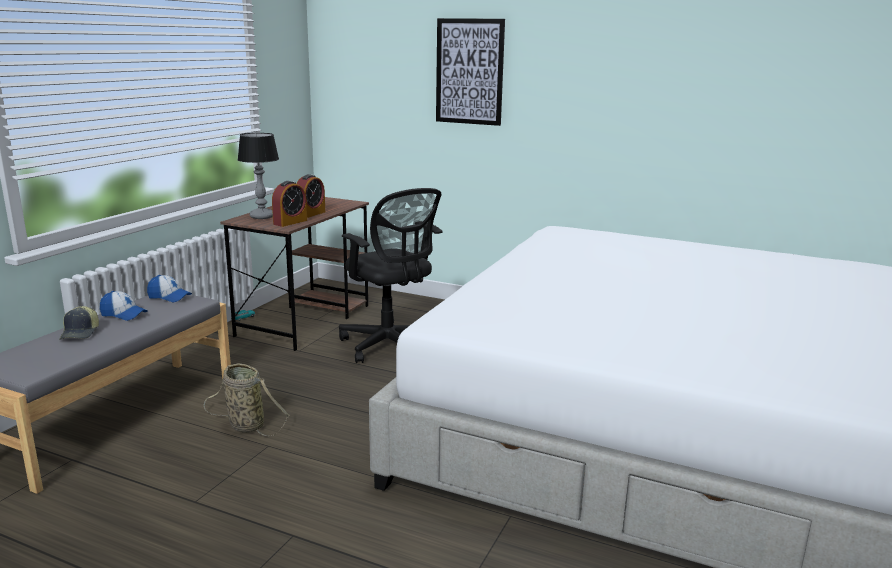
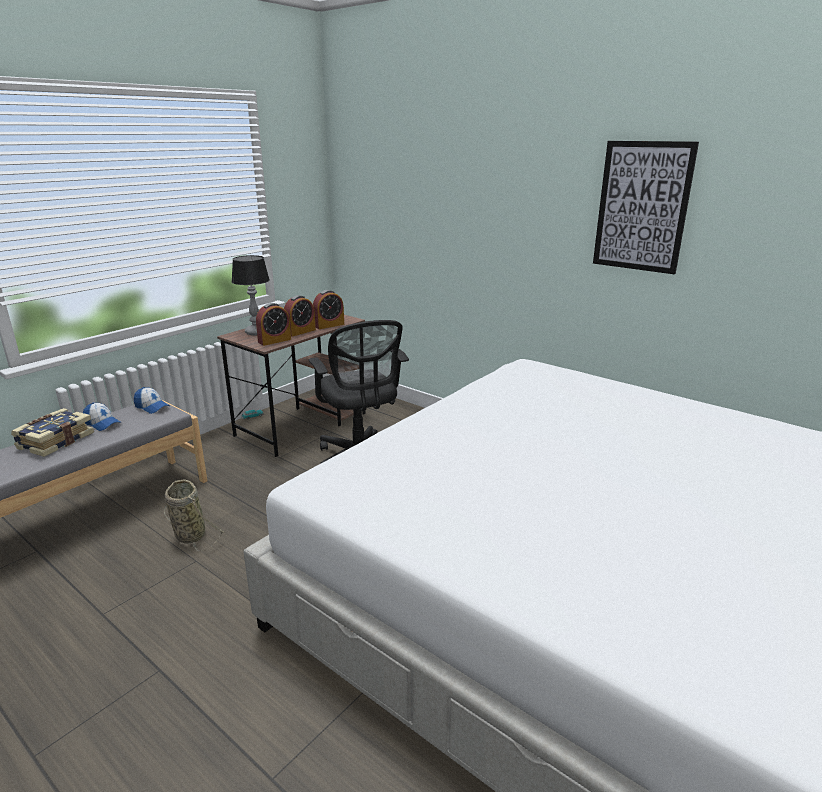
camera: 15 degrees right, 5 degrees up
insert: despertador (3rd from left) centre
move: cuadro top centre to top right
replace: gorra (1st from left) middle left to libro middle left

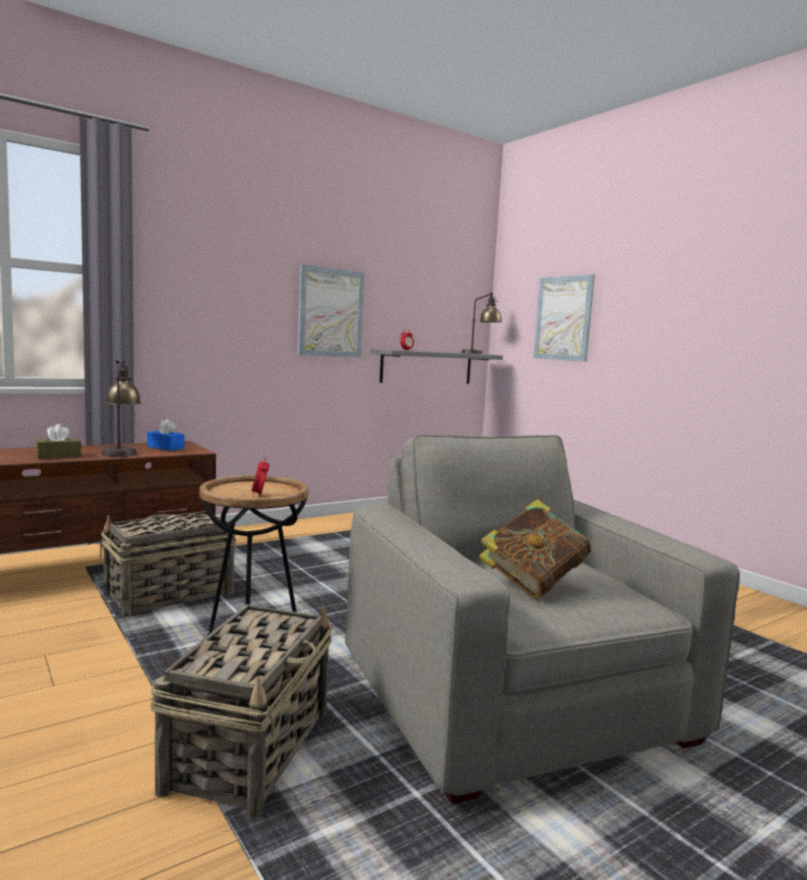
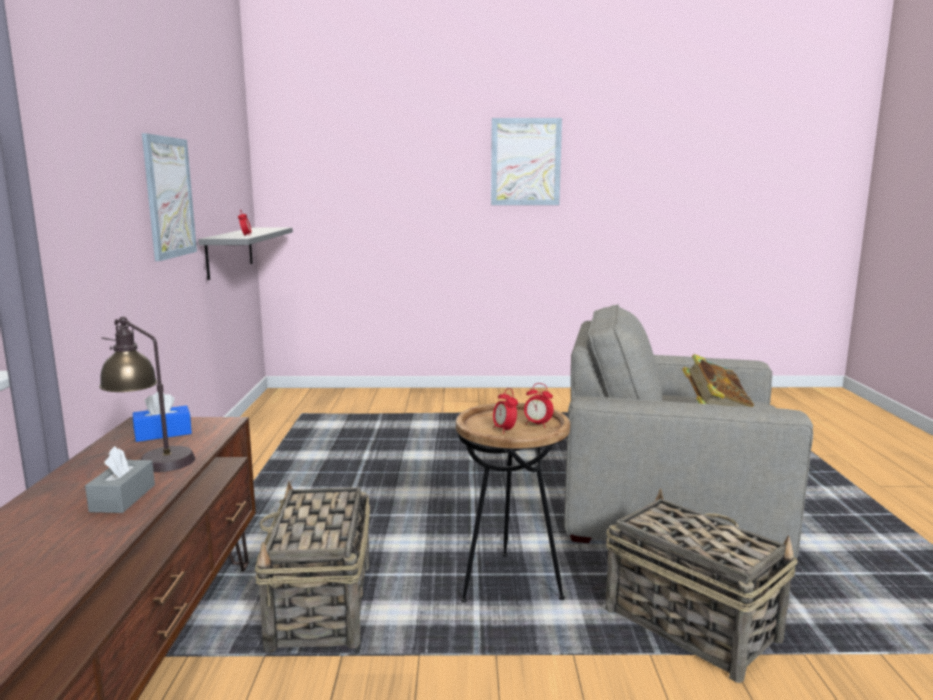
camera: 55 degrees left, 5 degrees up
delete: lámpara de mesa (2nd from left) centre
insert: despertador (2nd from left) centre
move: cuadro (2nd from left) middle right to top centre
recolor: caja de pañuelos/marrón middle left to caja de pañuelos/gris bottom left

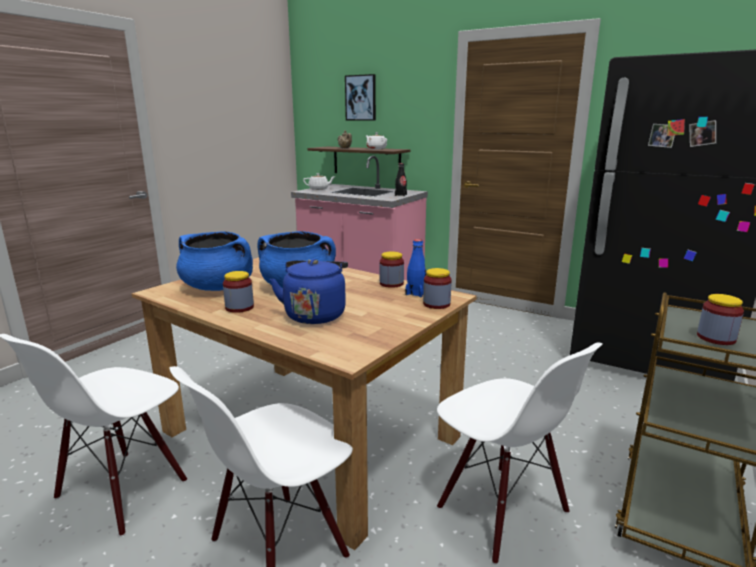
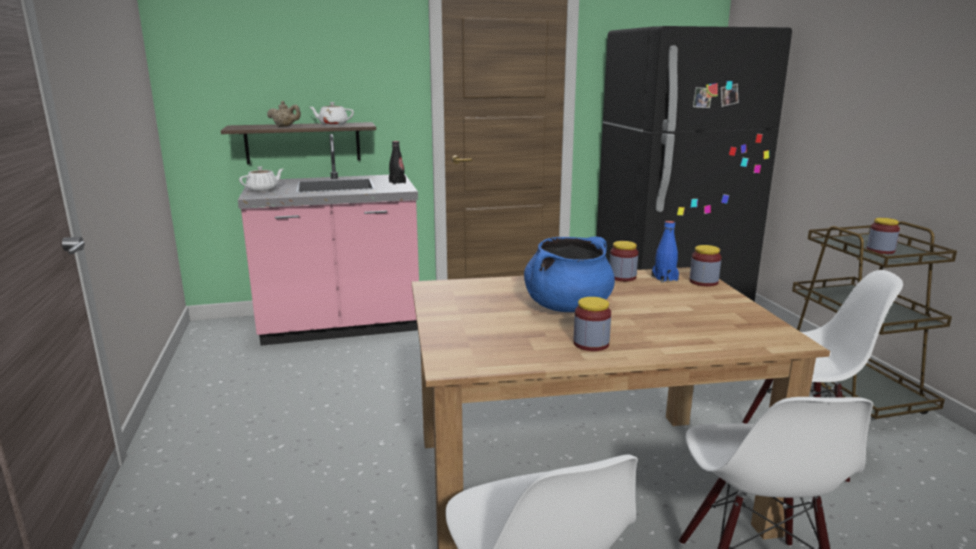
camera: 45 degrees left, 0 degrees up
delete: cuadro top centre; olla/azul (1st from left) middle left; hervidor/azul centre

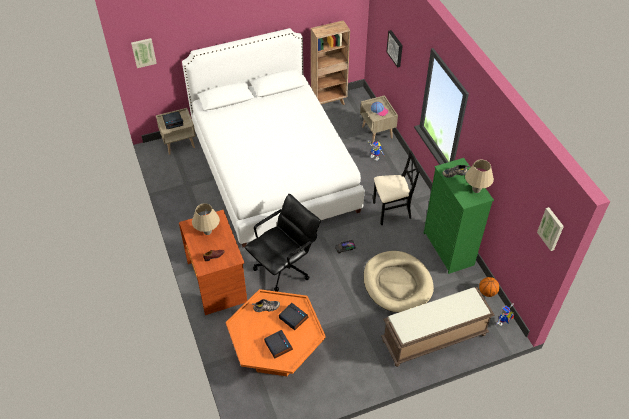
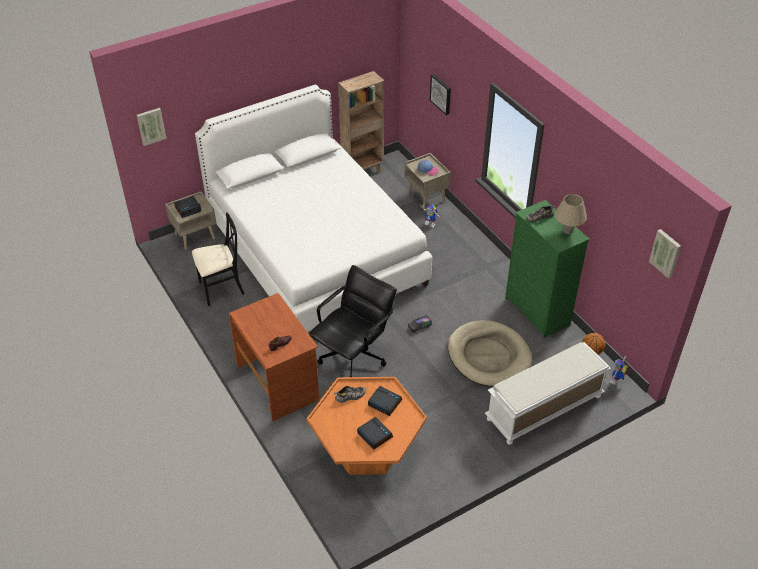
camera: 10 degrees left, 5 degrees down
delete: lámpara de mesa/beis (1st from left) middle left
move: silla/negro centre to middle left
recolor: banco/marrón bottom right to banco/blanco bottom right

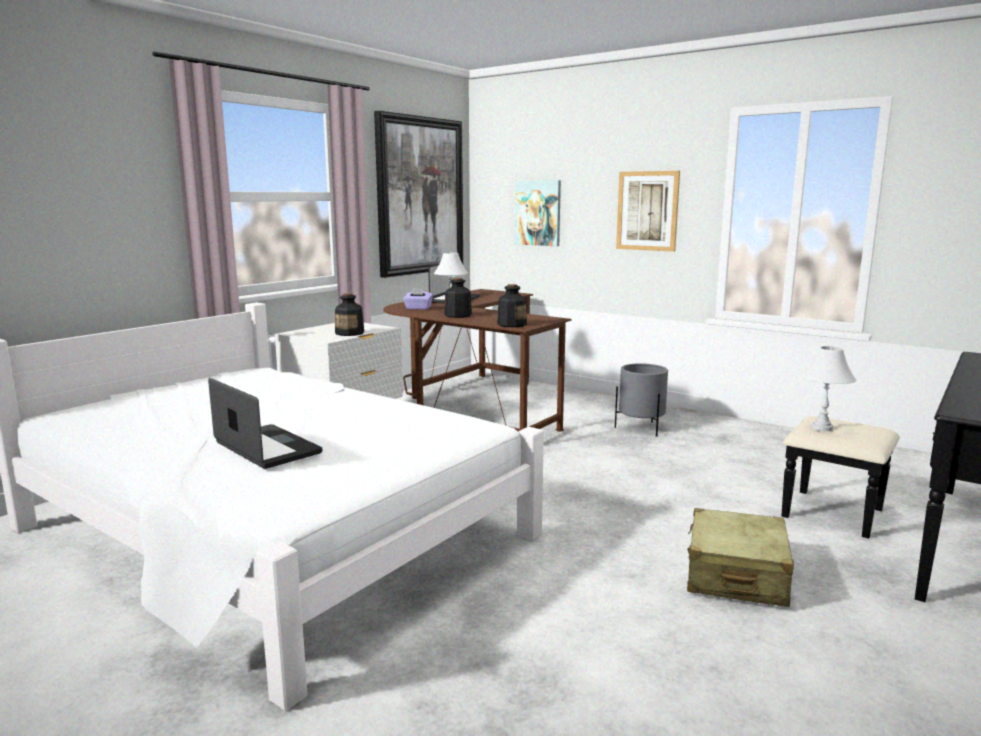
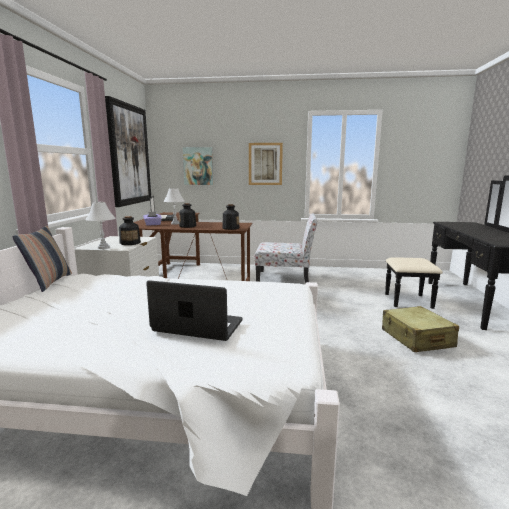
camera: 30 degrees left, 0 degrees up
insert: cojín middle left
move: lámpara de mesa/blanco (2nd from left in the first image) middle right to lámpara de mesa/blanco (1st from left) middle left
replace: maceta/gris centre to silla centre

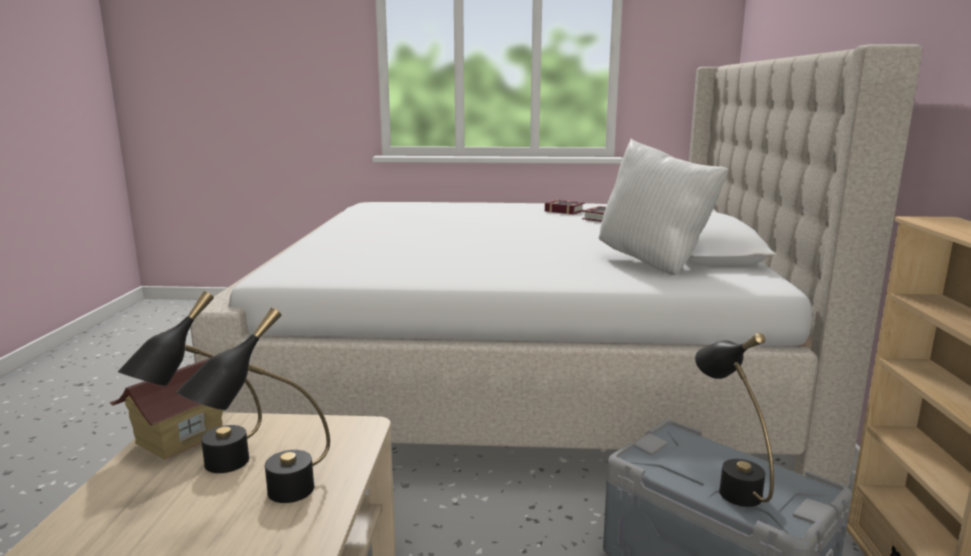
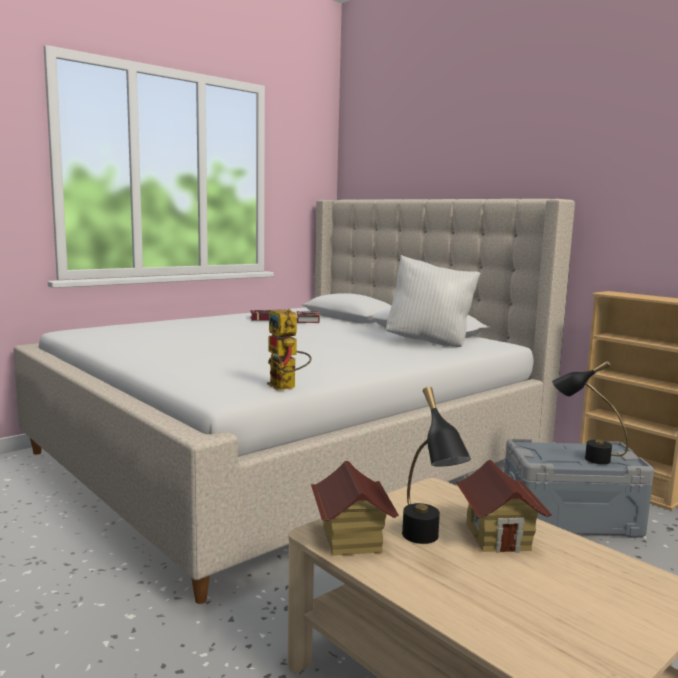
camera: 45 degrees left, 5 degrees down
insert: robot de juguete centre
replace: lámpara de mesa/negro (2nd from left) bottom left to casita (2nd from left) bottom right

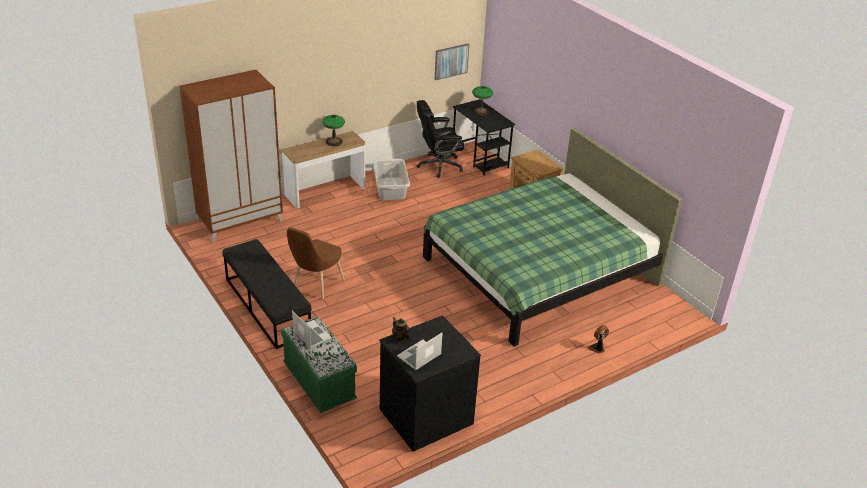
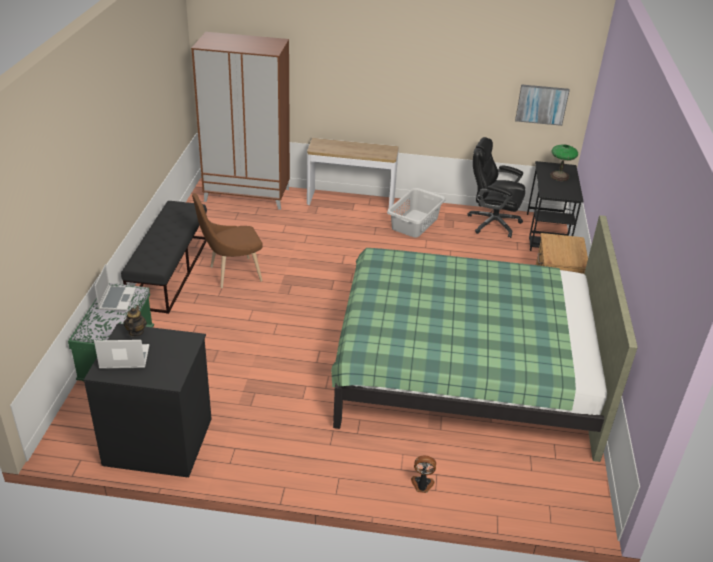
camera: 40 degrees right, 0 degrees up
delete: lámpara de mesa (1st from left) top centre

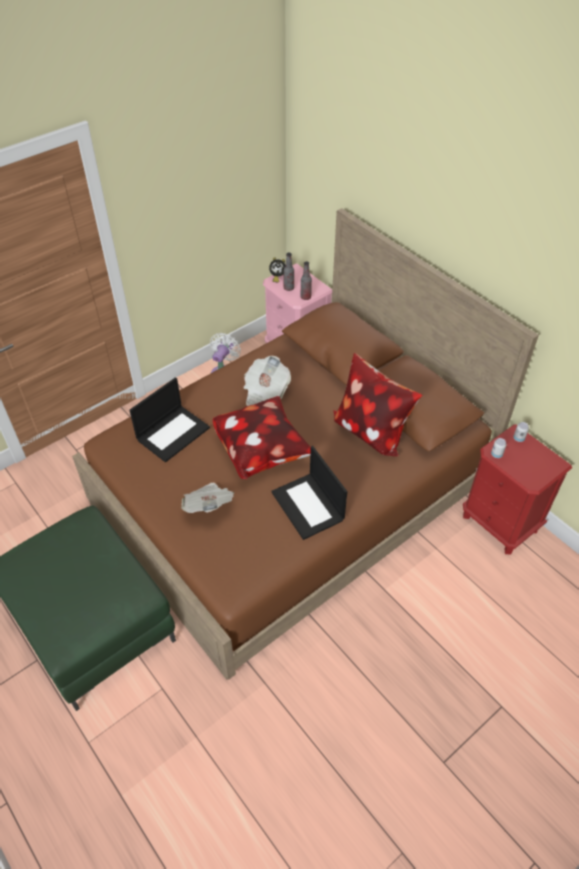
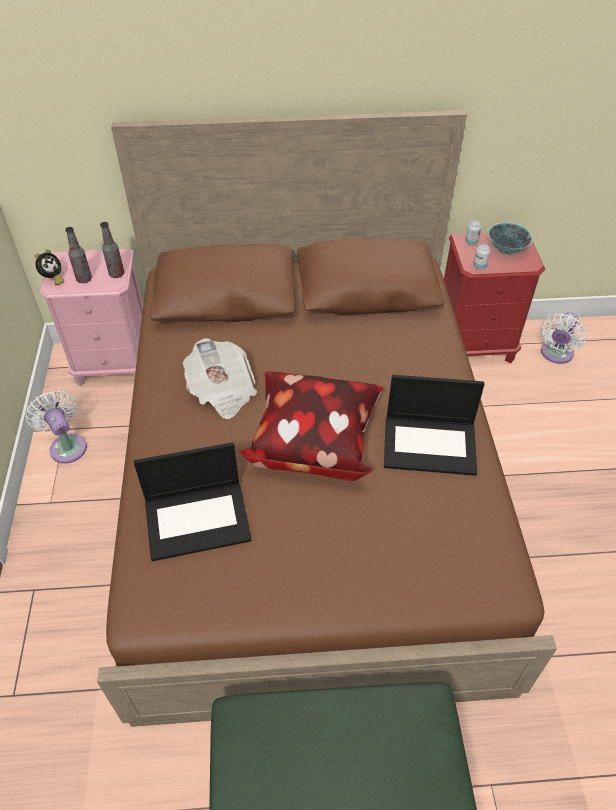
camera: 55 degrees left, 0 degrees up
delete: cojín (2nd from left) centre; periódico (1st from left) centre
insert: cuenco top right; ventilador/blanco (2nd from left) middle right
rotate: portátil (1st from left) middle left = middle left 90 degrees clockwise

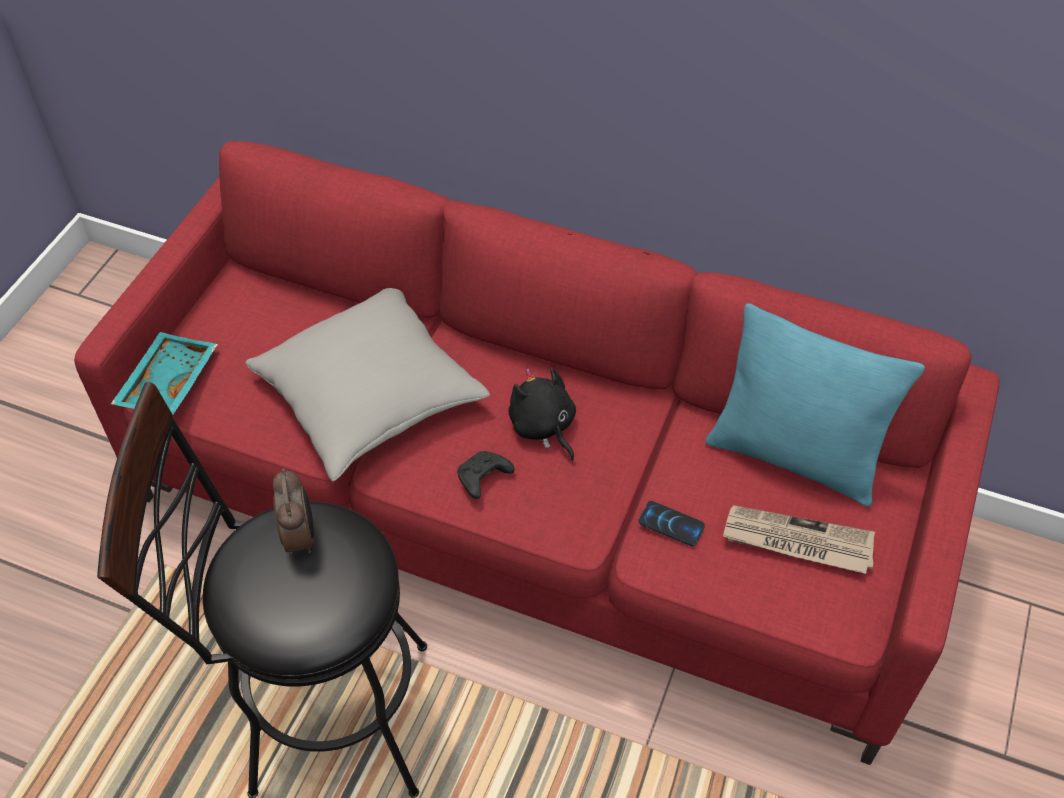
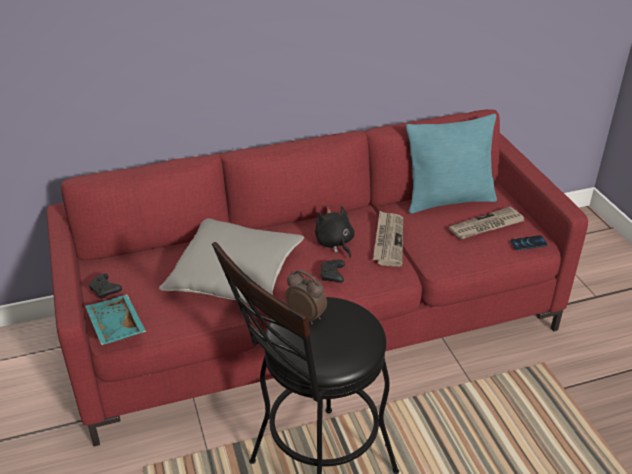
camera: 40 degrees left, 15 degrees down
insert: periódico (1st from left) centre; mando de consola/negro (1st from left) middle left
move: móvil centre to middle right
rotate: peluche/negro centre = centre 45 degrees clockwise

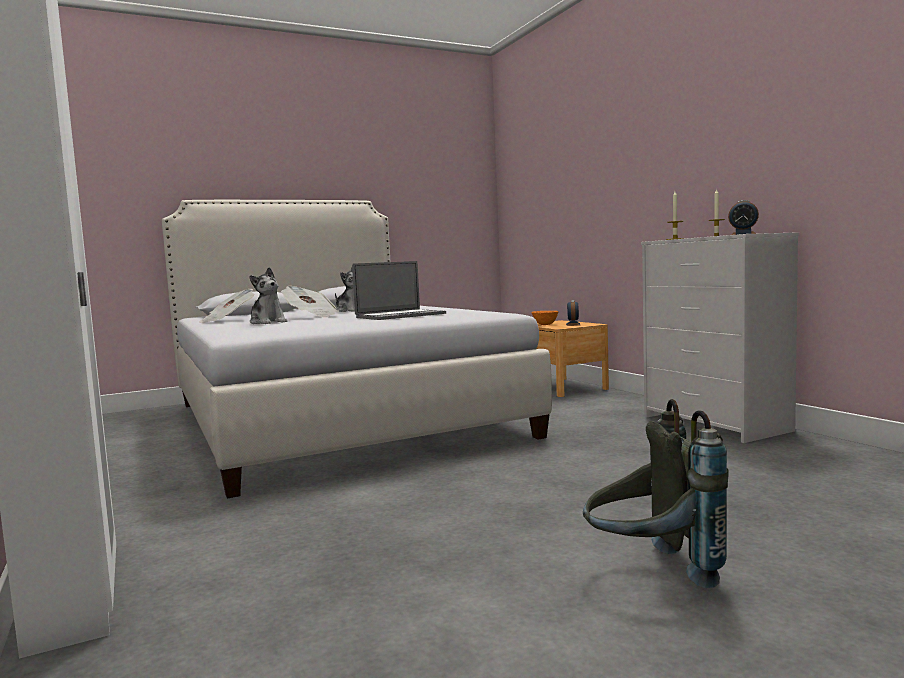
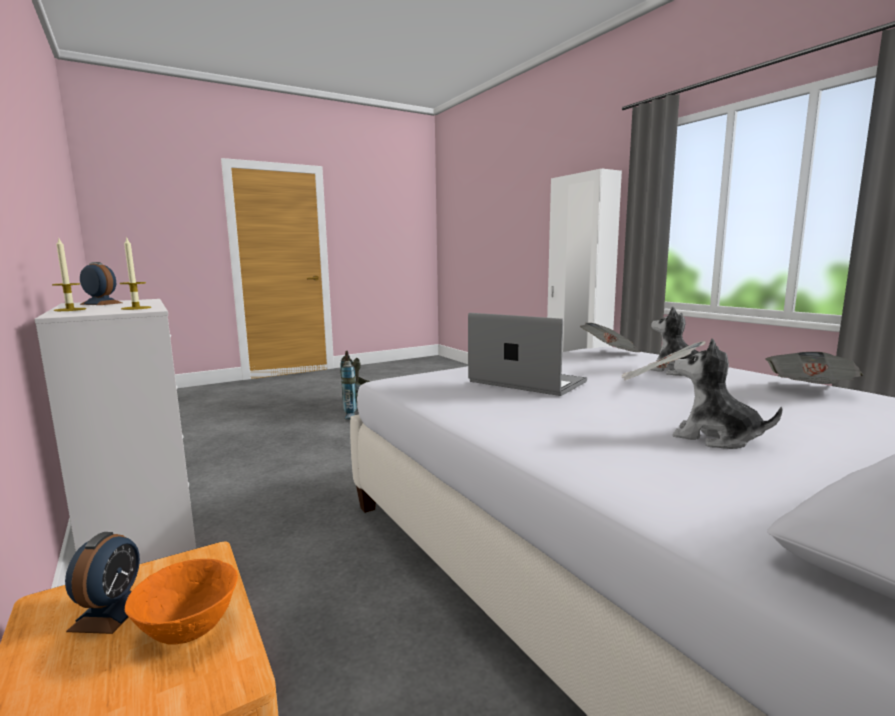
camera: 175 degrees right, 5 degrees up
insert: periódico (1st from left) middle right
rotate: portátil centre = centre 75 degrees clockwise

